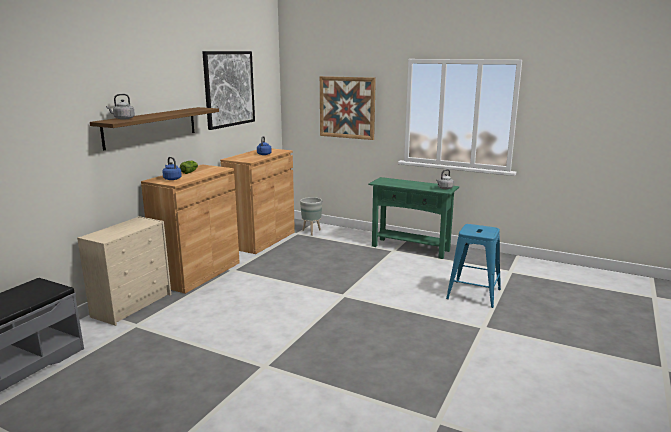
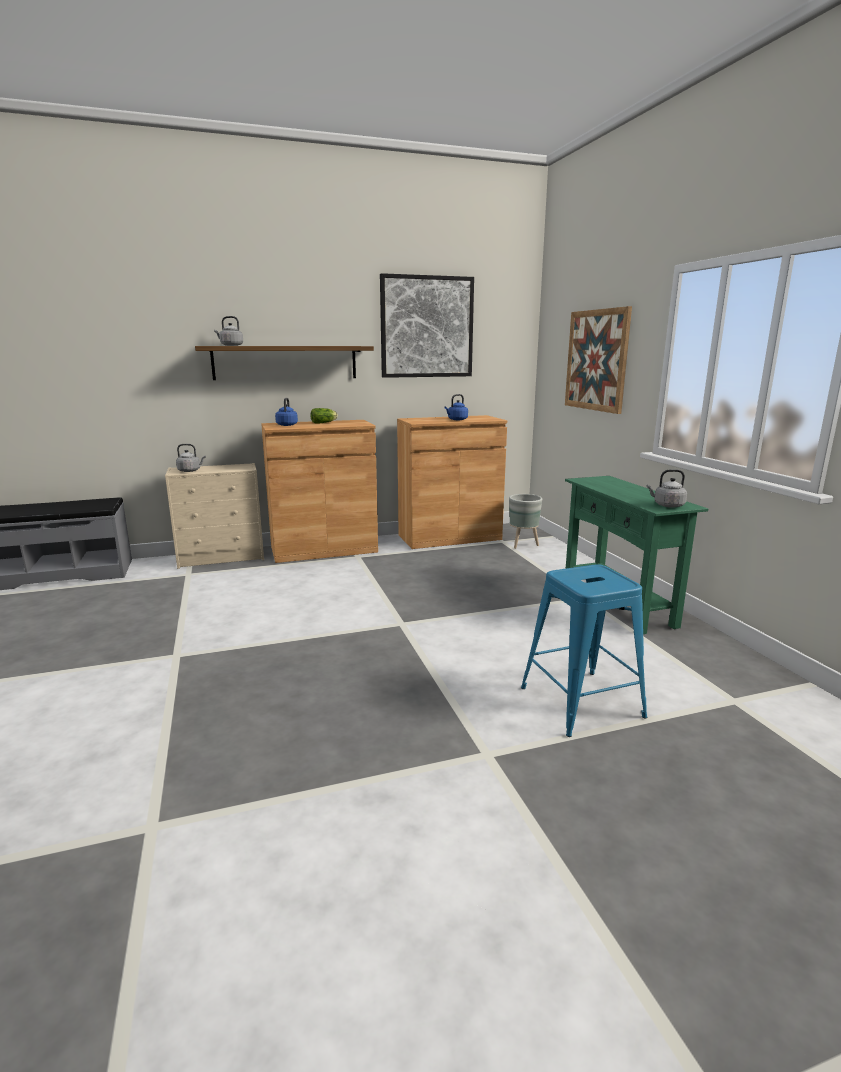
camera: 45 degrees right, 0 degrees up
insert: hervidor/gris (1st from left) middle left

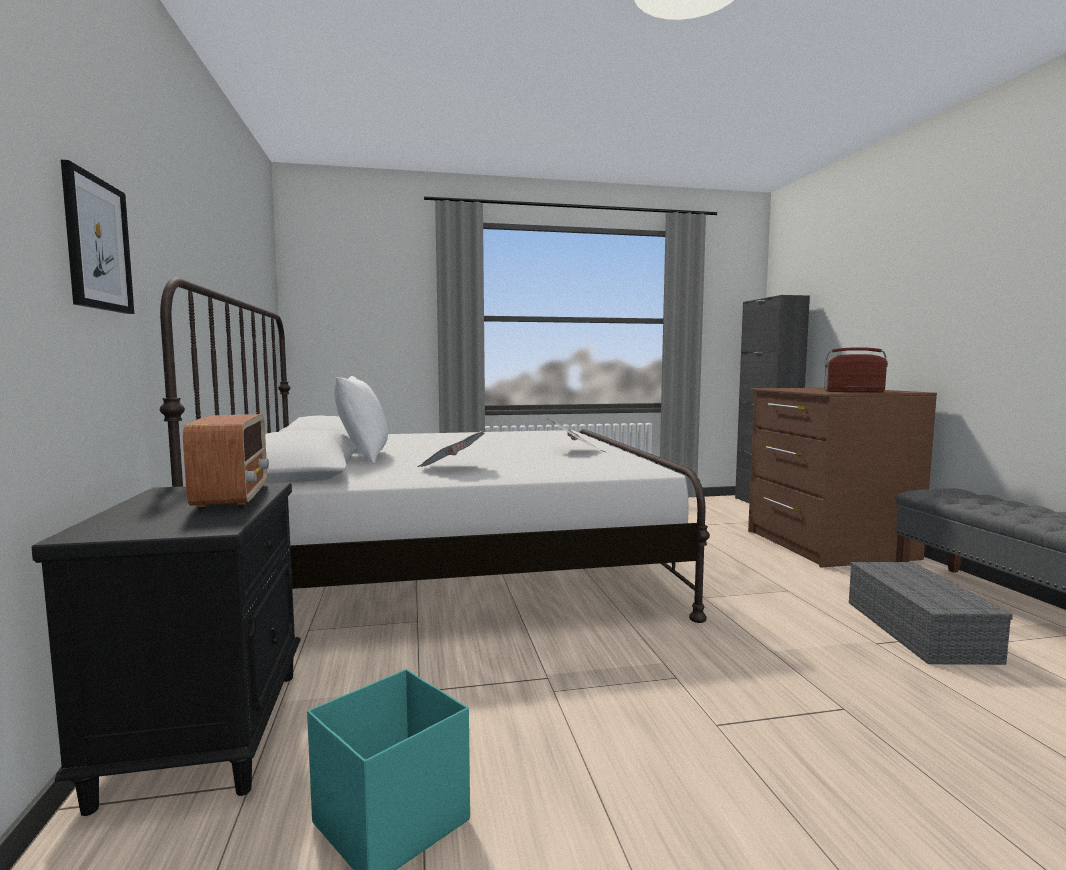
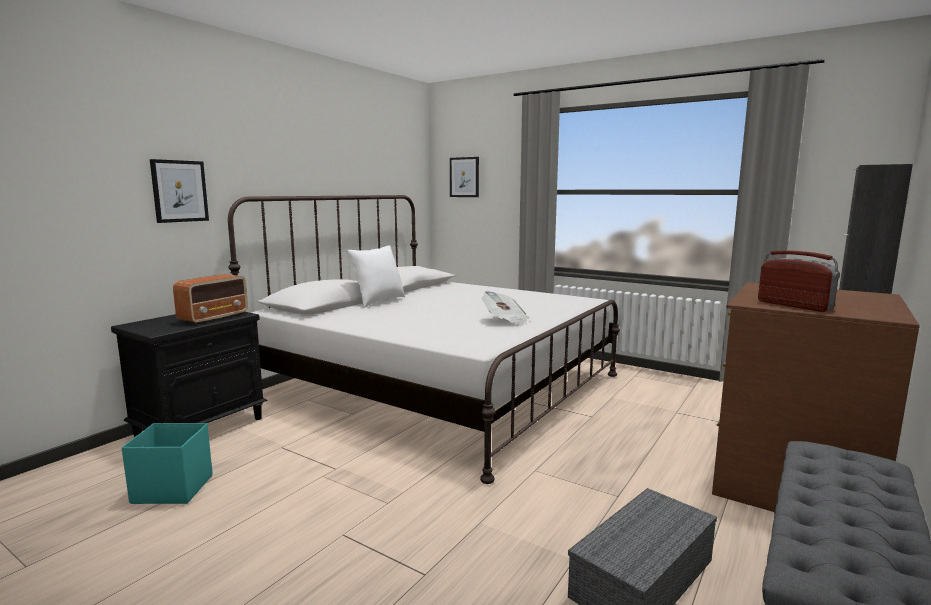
camera: 45 degrees right, 5 degrees up
delete: periódico (1st from left) centre
insert: cuadro (2nd from left) top centre

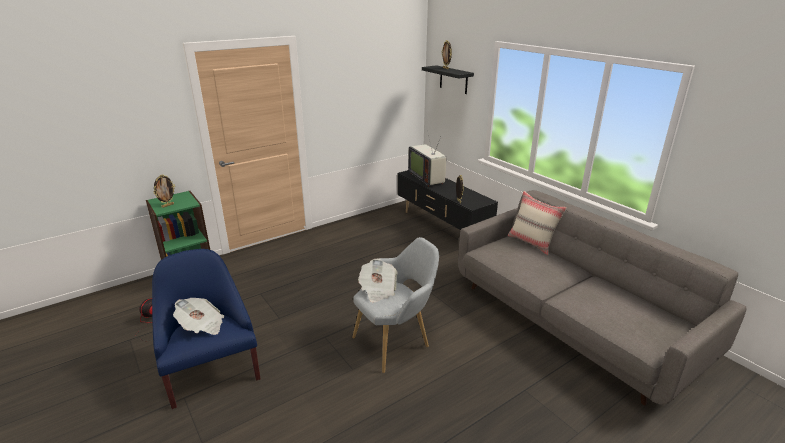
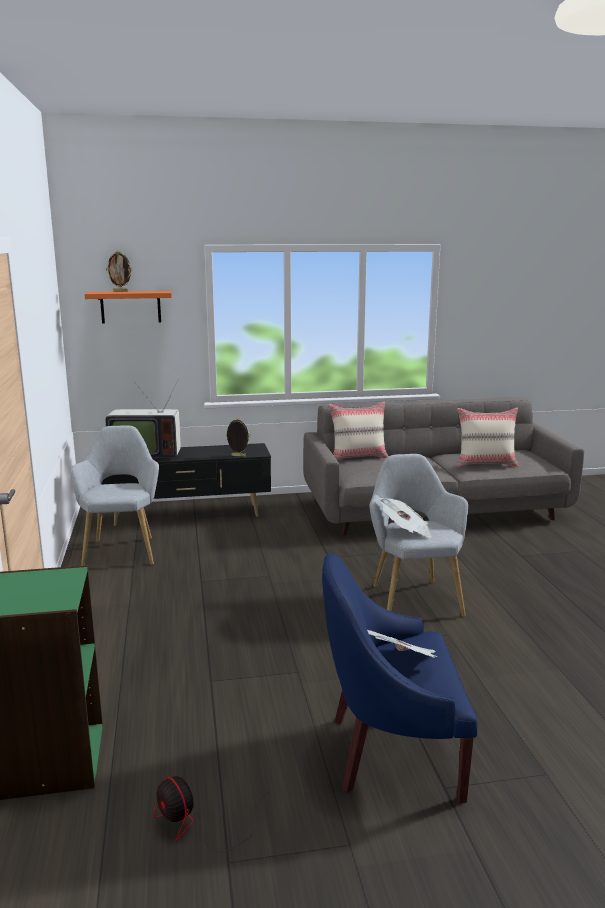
camera: 65 degrees left, 10 degrees down
delete: portarretratos (1st from left) middle left
insert: cojín/beis (2nd from left) middle right; sillón/gris (1st from left) middle left
recolor: estante/negro top centre to estante/naranja middle left

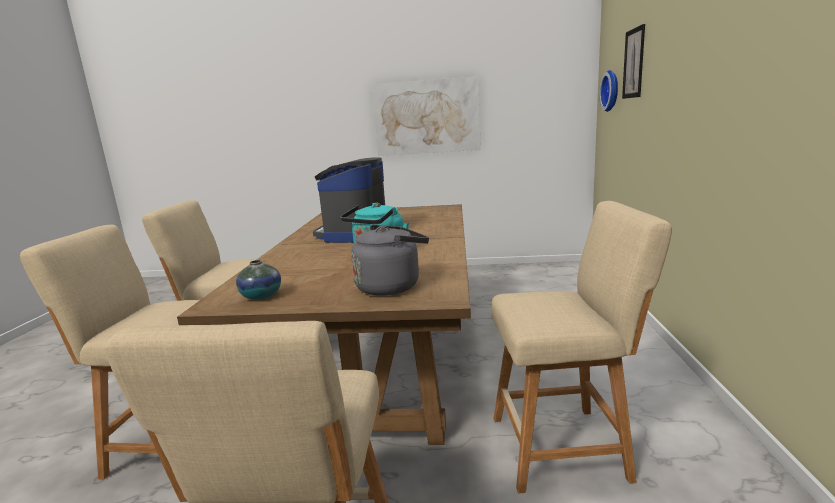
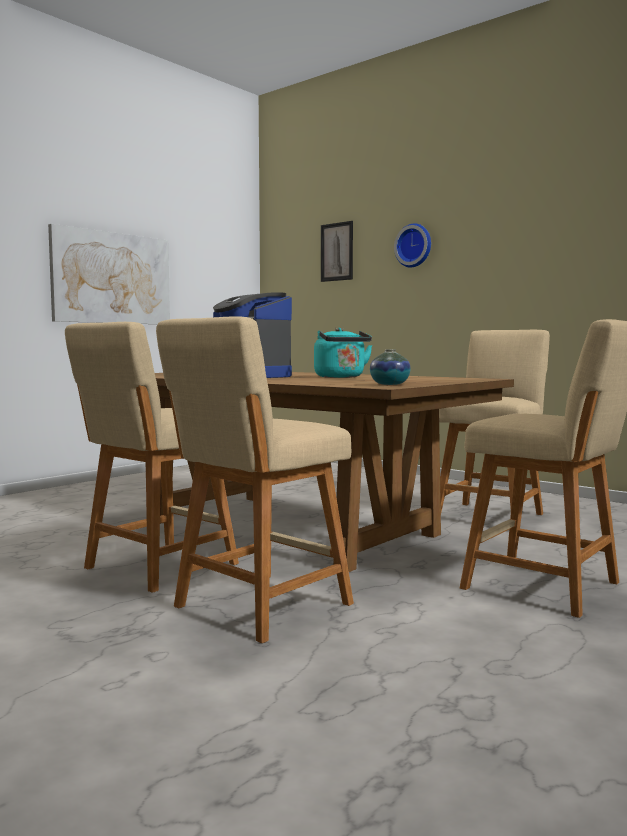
camera: 55 degrees left, 10 degrees down
delete: hervidor/gris centre
move: reloj de pared top right to top centre

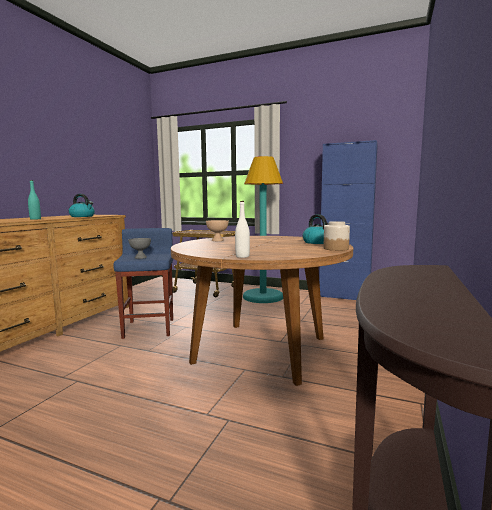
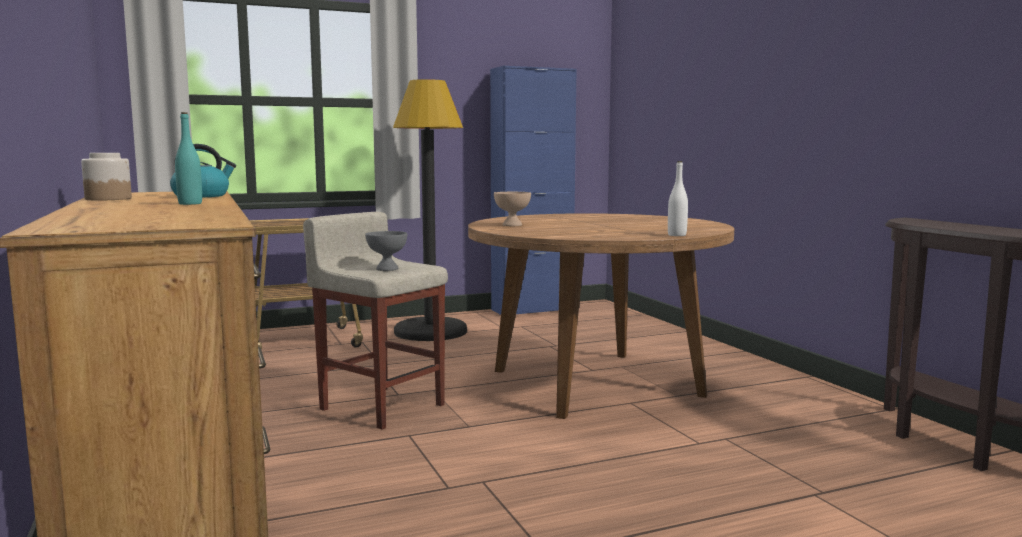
camera: 45 degrees left, 0 degrees up
delete: hervidor (2nd from left) centre
move: tarro middle right to top left
recolor: lámpara de pie/turquesa centre to lámpara de pie/negro centre; taburete/azul middle left to taburete/beis centre

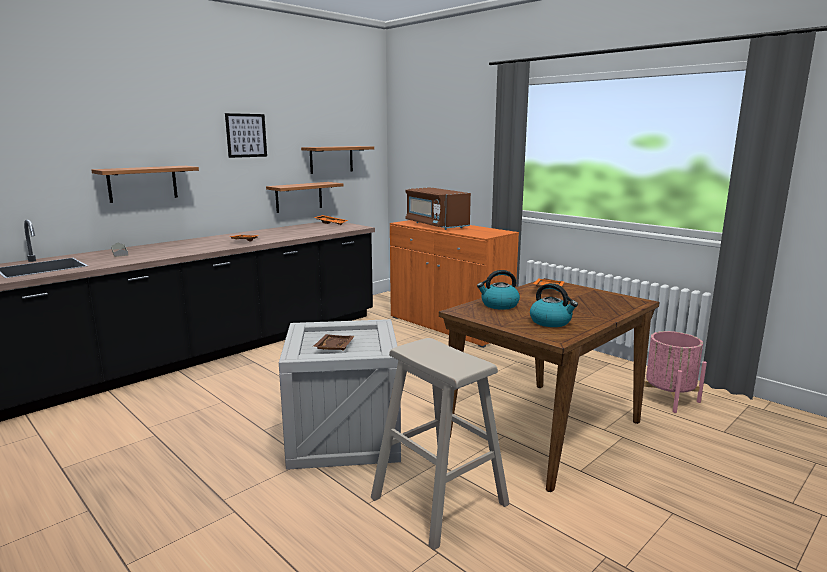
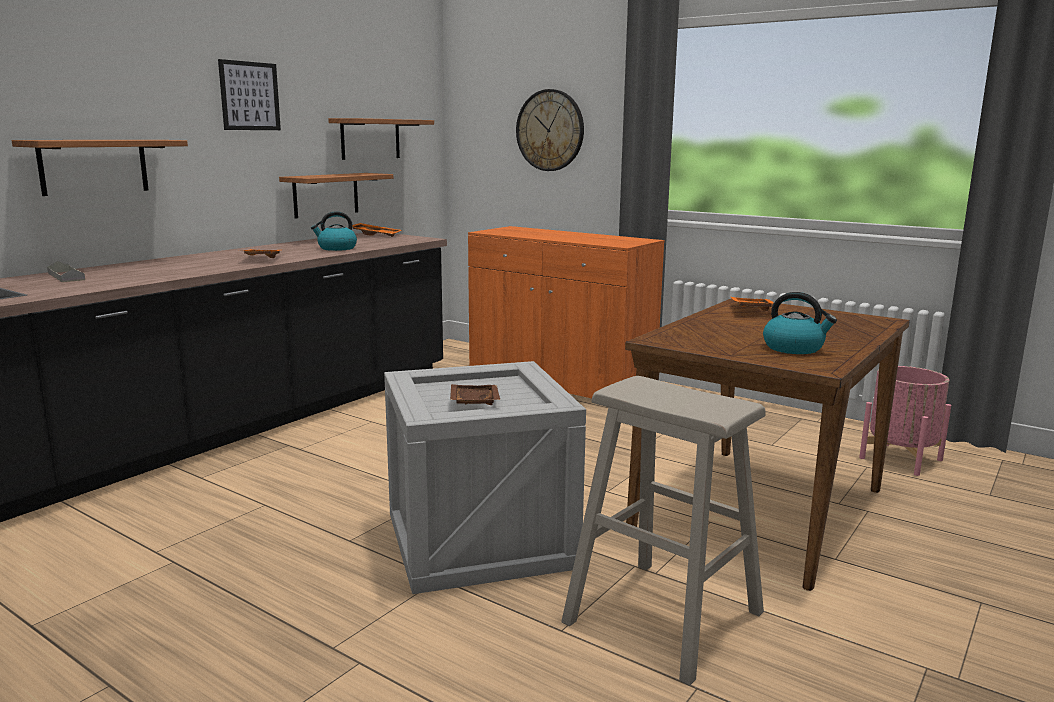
camera: 10 degrees left, 0 degrees up
delete: microondas/marrón centre
insert: reloj de pared top centre
move: hervidor (1st from left) centre to top left

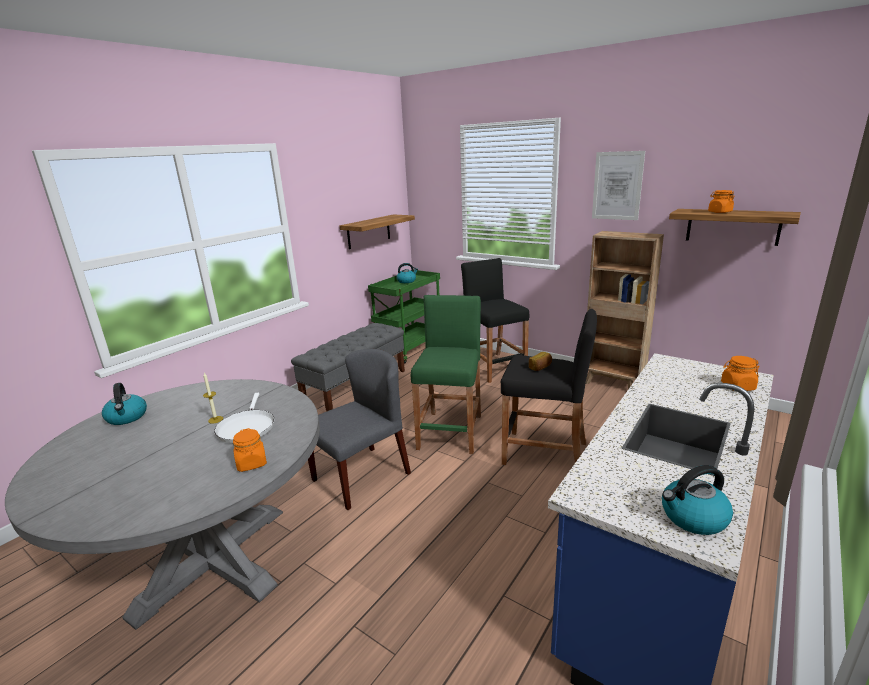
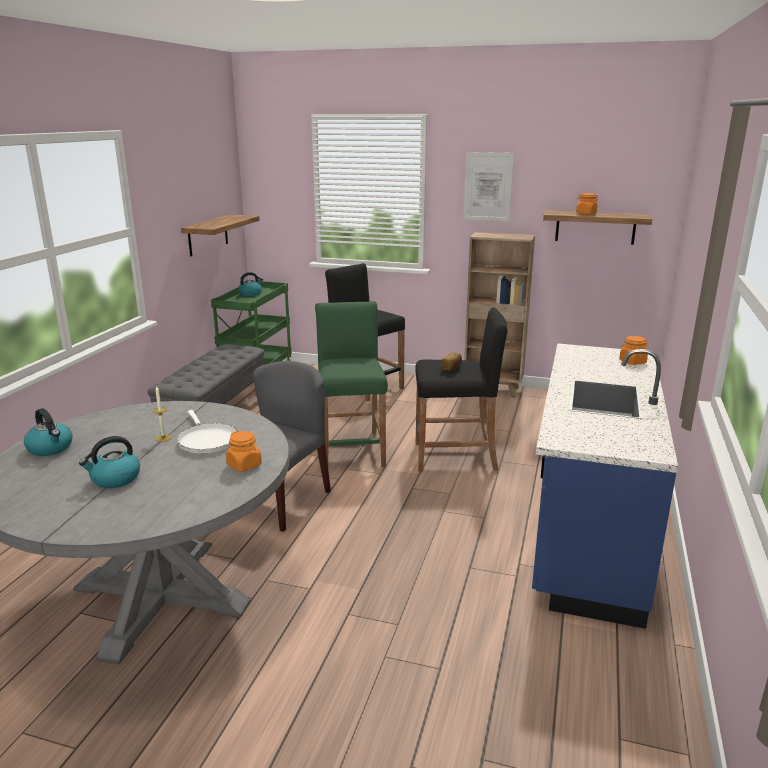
camera: 20 degrees left, 0 degrees up
move: hervidor (3rd from left in the first image) bottom right to hervidor (2nd from left) middle left

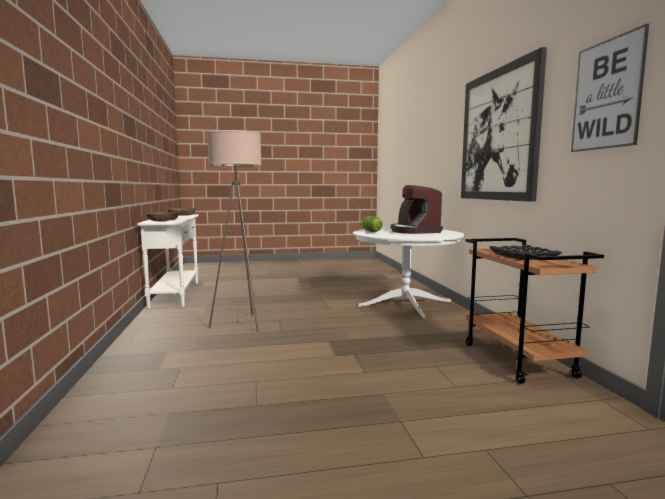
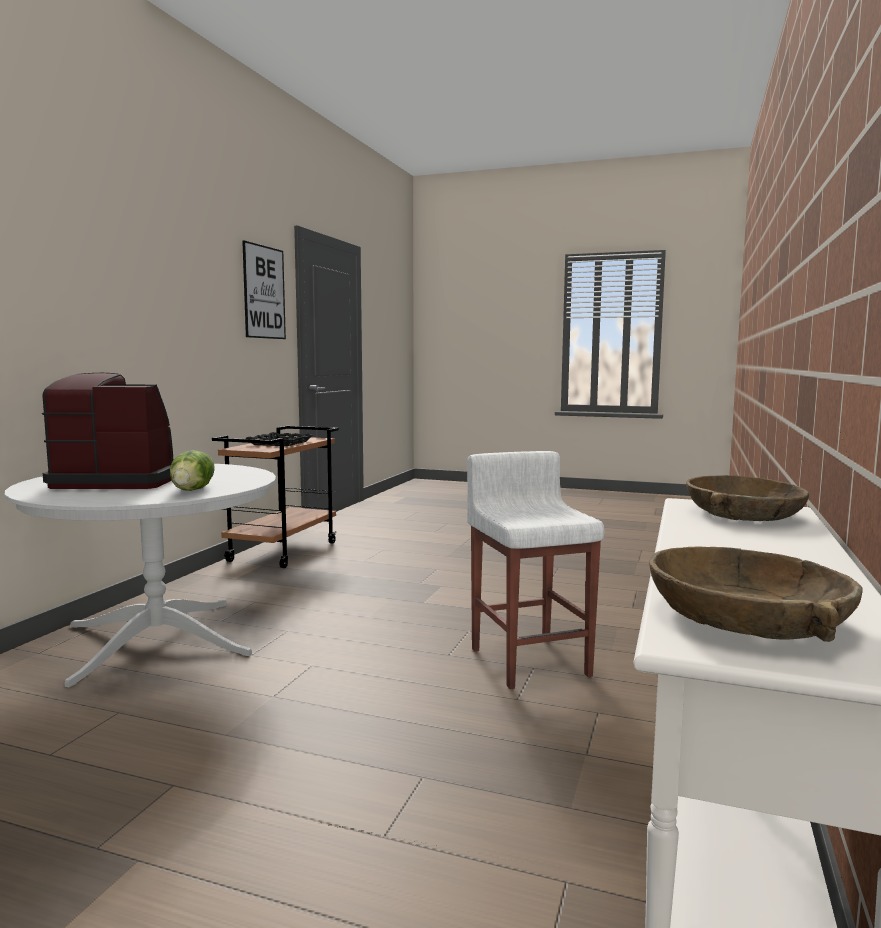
camera: 150 degrees left, 0 degrees up
delete: cuadro (1st from left) top right
replace: lámpara de pie/beis centre to taburete/blanco centre
rotate: cafetera centre = middle left 105 degrees counterclockwise

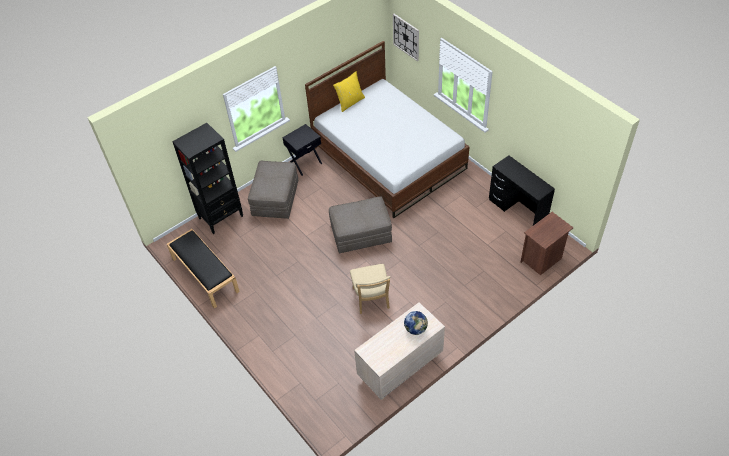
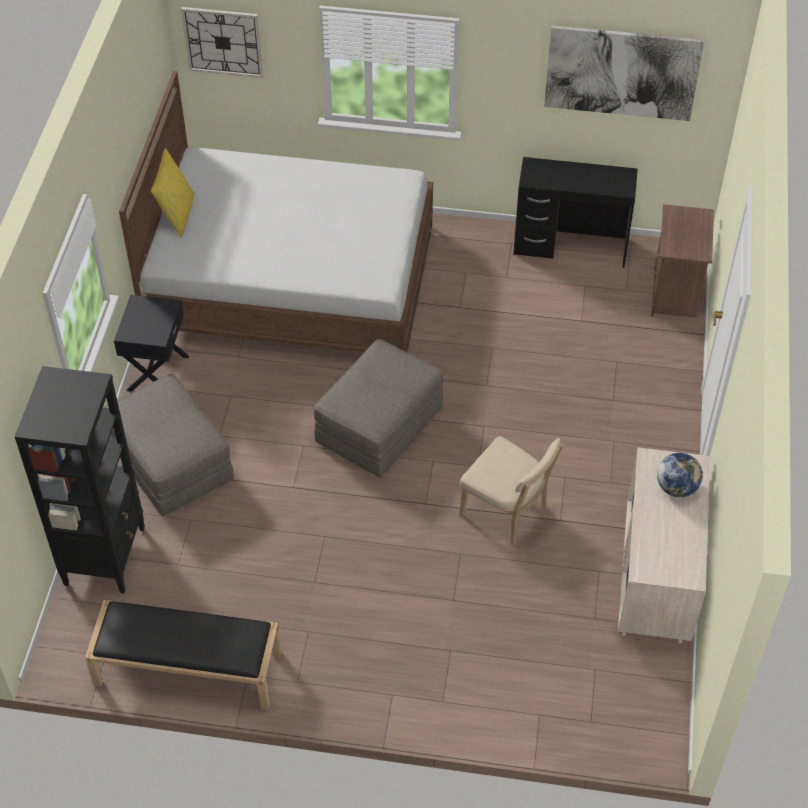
camera: 45 degrees left, 0 degrees up
insert: cuadro top right

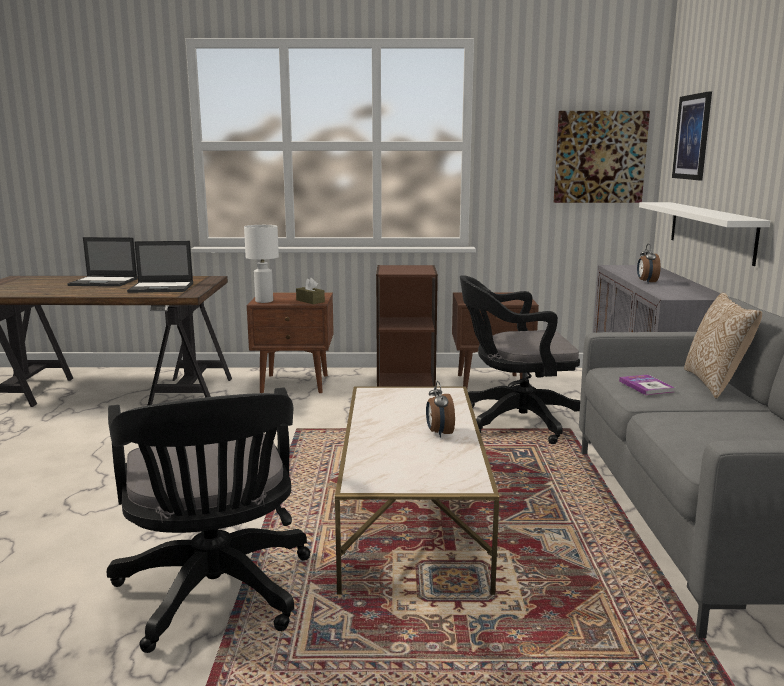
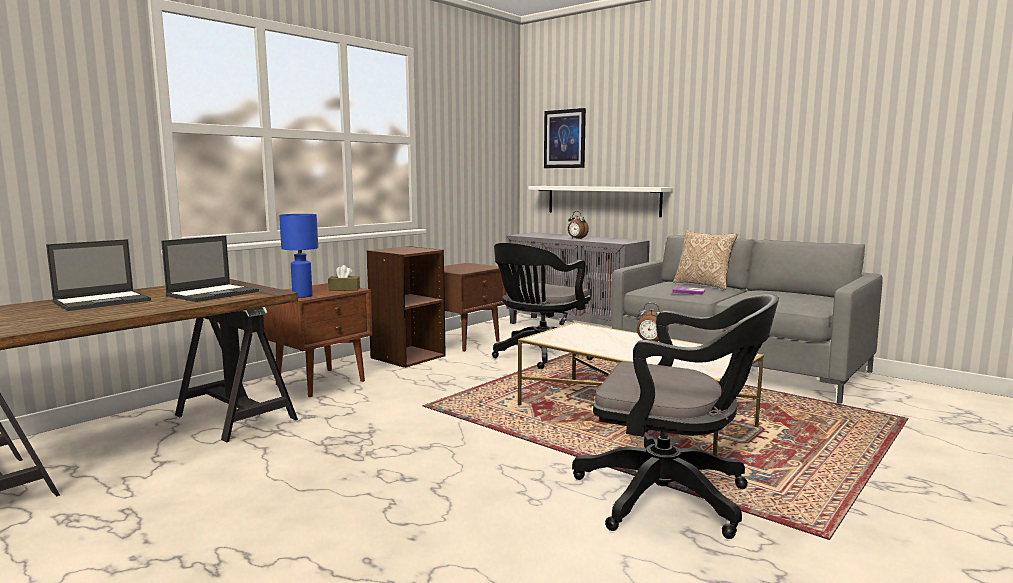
camera: 50 degrees left, 5 degrees down
delete: cuadro (1st from left) top right
recolor: lámpara de mesa/blanco middle left to lámpara de mesa/azul middle left

